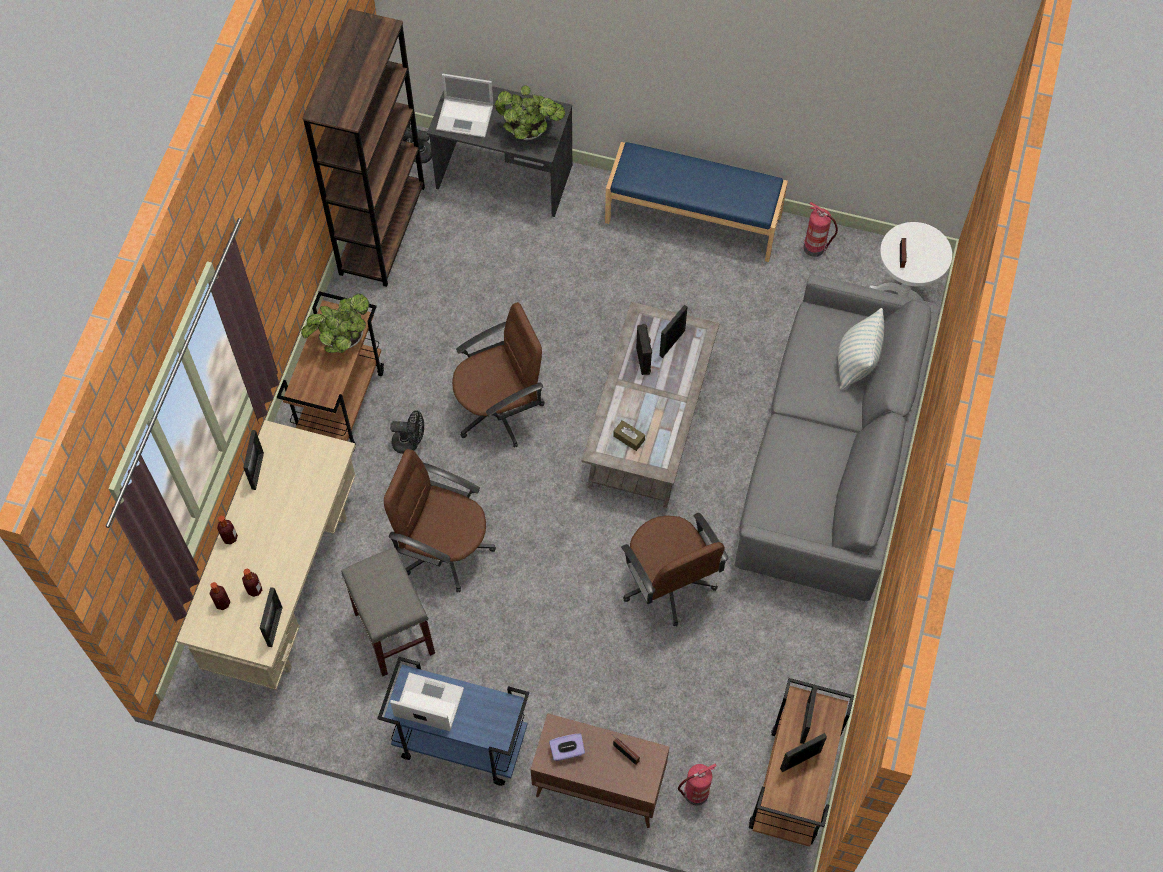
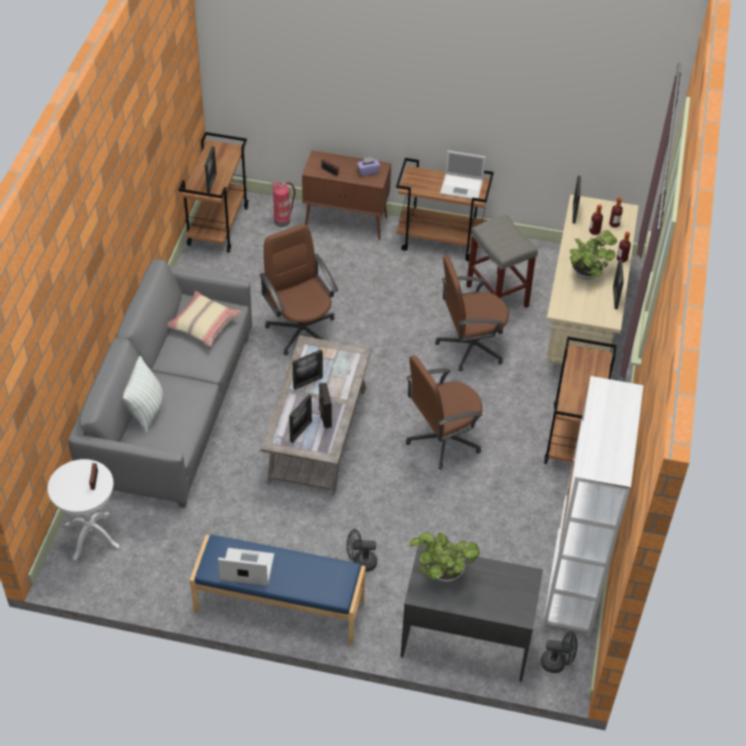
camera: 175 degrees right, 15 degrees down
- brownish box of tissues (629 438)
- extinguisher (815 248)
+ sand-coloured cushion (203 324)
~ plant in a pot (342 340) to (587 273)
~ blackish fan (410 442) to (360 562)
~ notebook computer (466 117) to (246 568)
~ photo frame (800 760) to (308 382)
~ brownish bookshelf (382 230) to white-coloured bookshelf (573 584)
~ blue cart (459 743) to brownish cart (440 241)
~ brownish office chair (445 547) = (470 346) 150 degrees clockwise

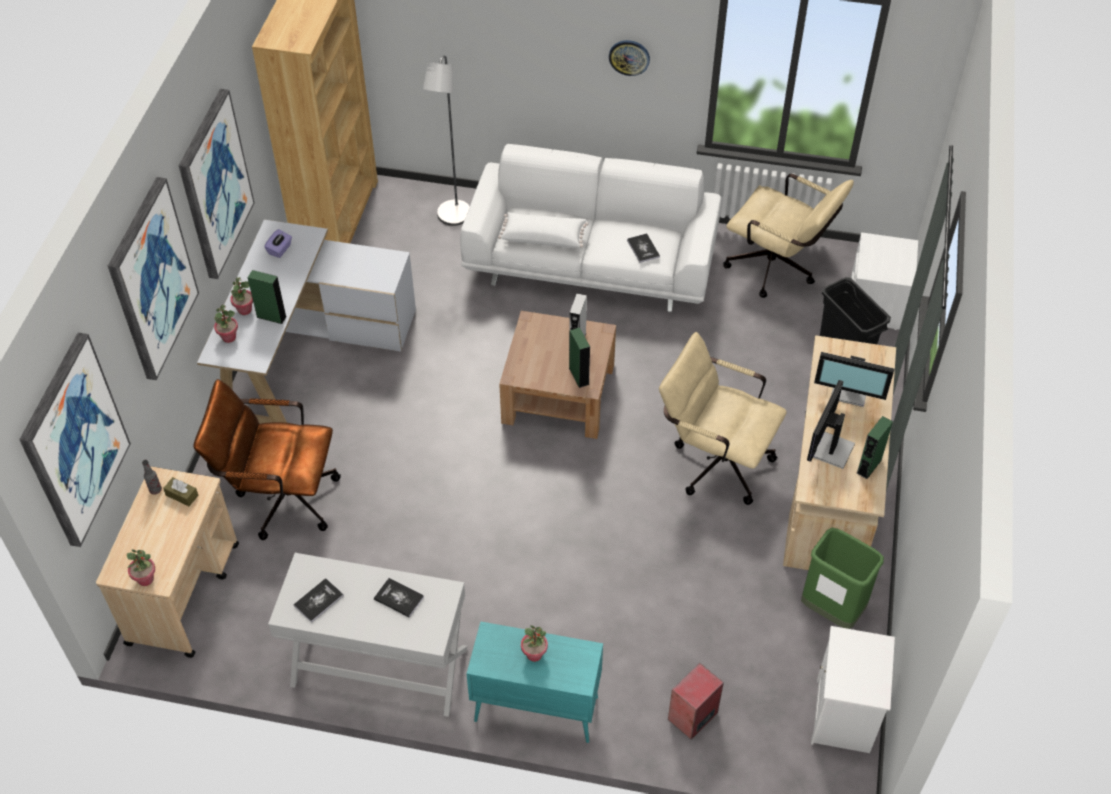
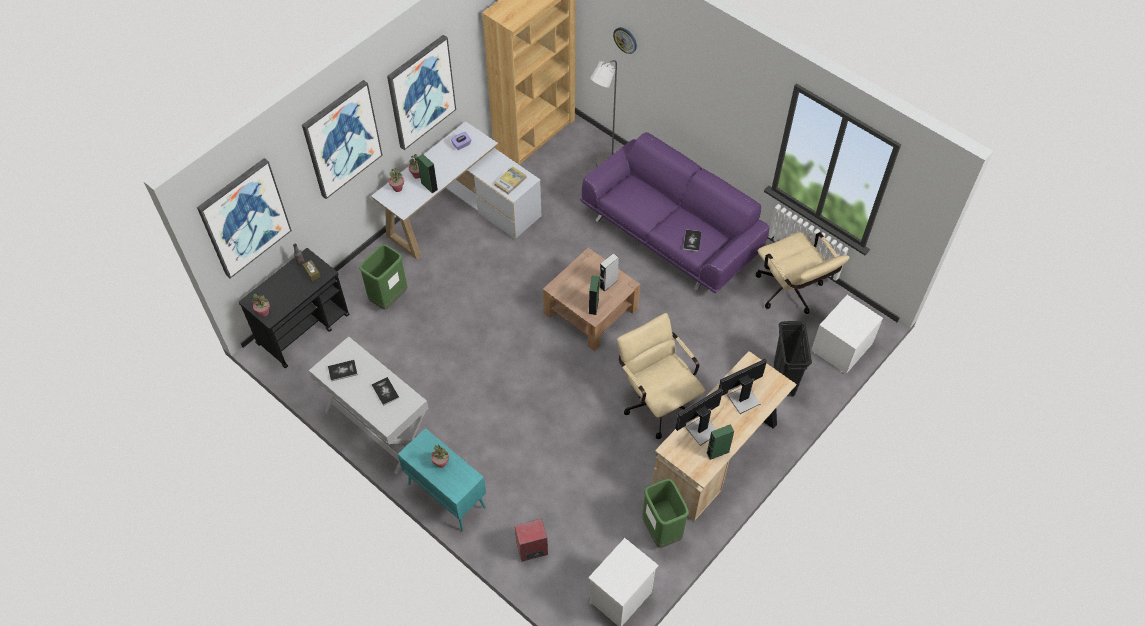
camera: 30 degrees right, 5 degrees up
- white-coloured cushion (543 237)
+ volume (510 181)
~ wall clock (629 57) to (625 40)
~ brownish office chair (280 498) to green trash can (389 298)
~ sand-coloured cart (184 593) to blackish cart (304 329)
~ white-coloured settee (592 262) to purplish settee (671 234)
~ computer display (850 392) = (742 399) 105 degrees clockwise

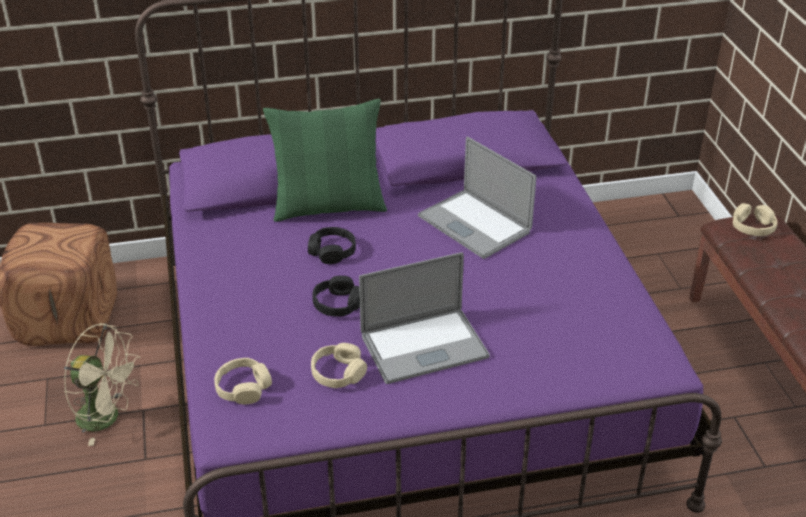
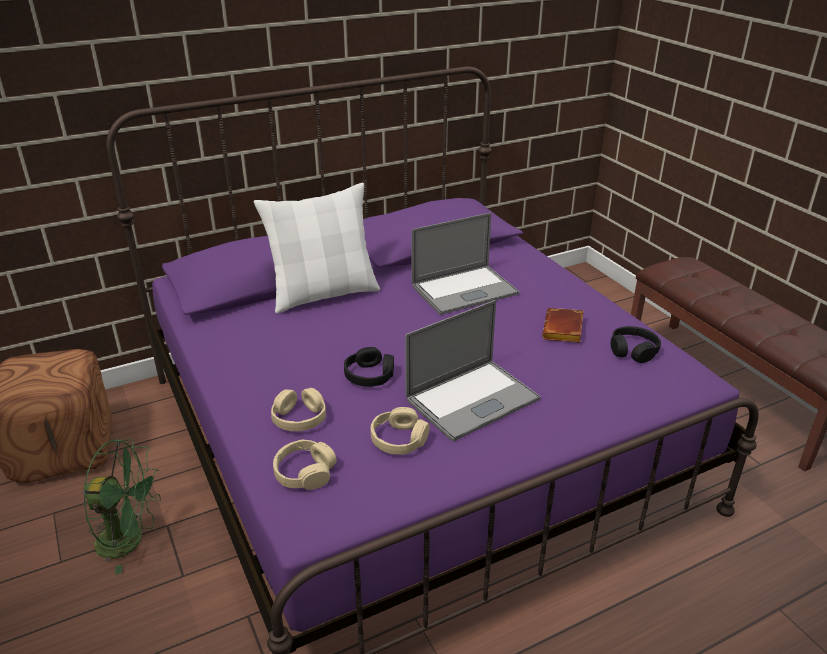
camera: 15 degrees left, 5 degrees down
+ brownish volume (564 330)
~ blackish headphones (332 251) to (633 350)
~ sand-coloured headphones (752 227) to (299 418)
~ sand-coloured fan (107 418) to green fan (130 541)
~ green cushion (328 207) to white-coloured cushion (323 294)
~ notebook computer (474 224) = (464 290) 60 degrees counterclockwise

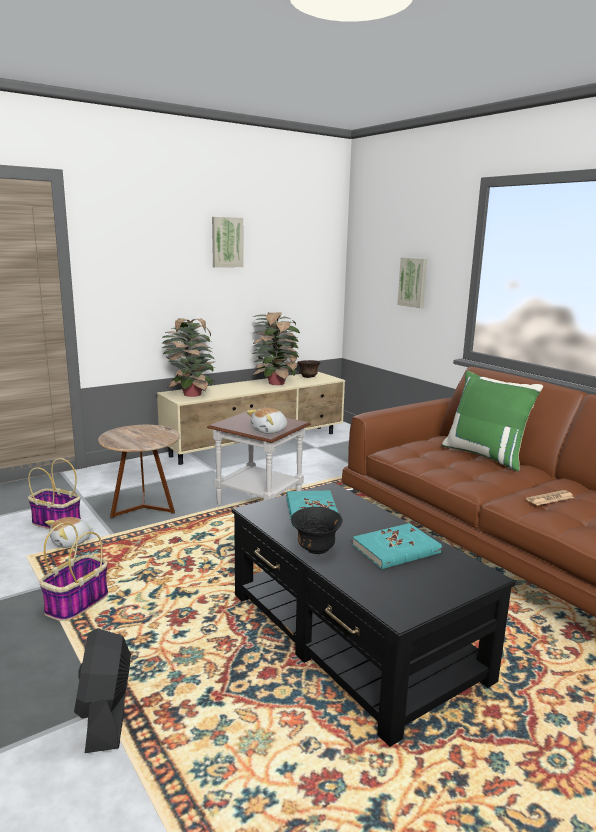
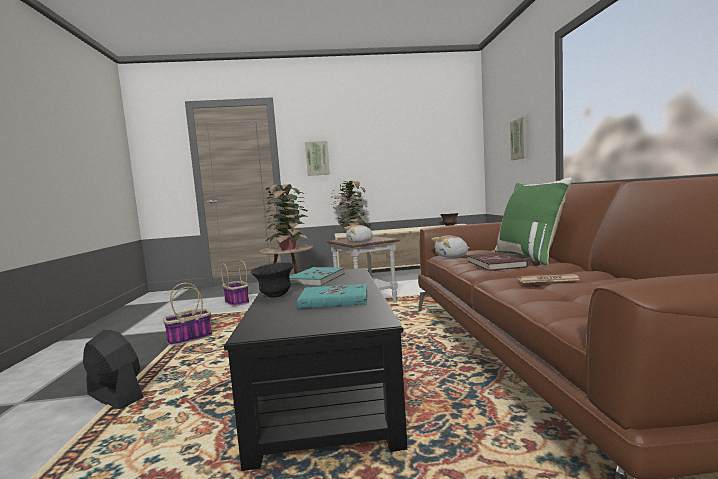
camera: 30 degrees right, 10 degrees down
+ reddish volume (496 264)
~ cuddly toy (71 542) to (452 256)
~ wall picture (226 242) to (317 158)
~ plant in a pot (276 383) to (288 248)
~ blackish fan (106 716) = (115 396) 105 degrees clockwise

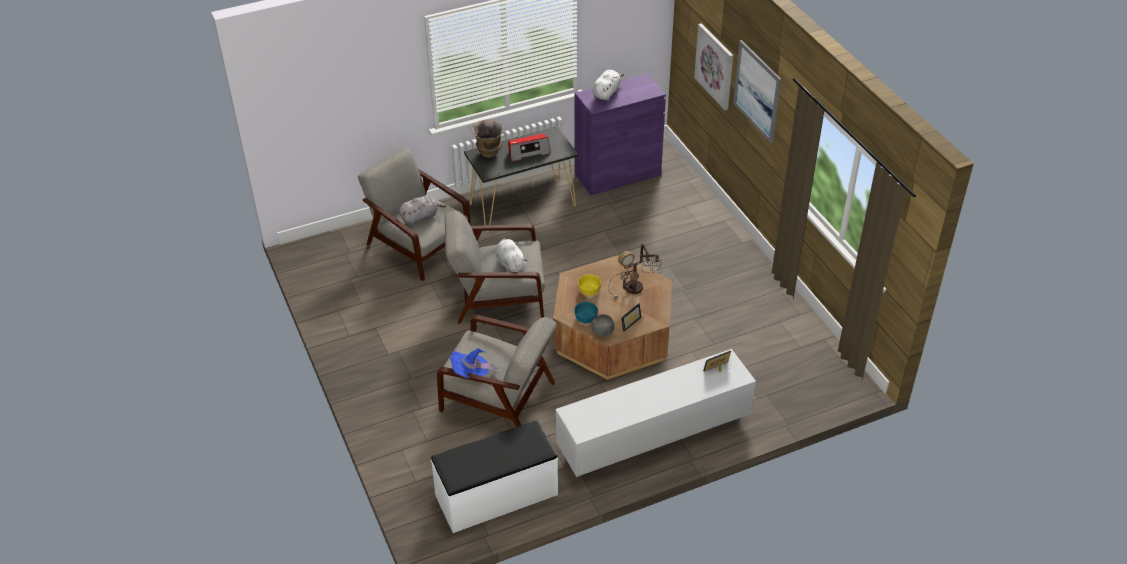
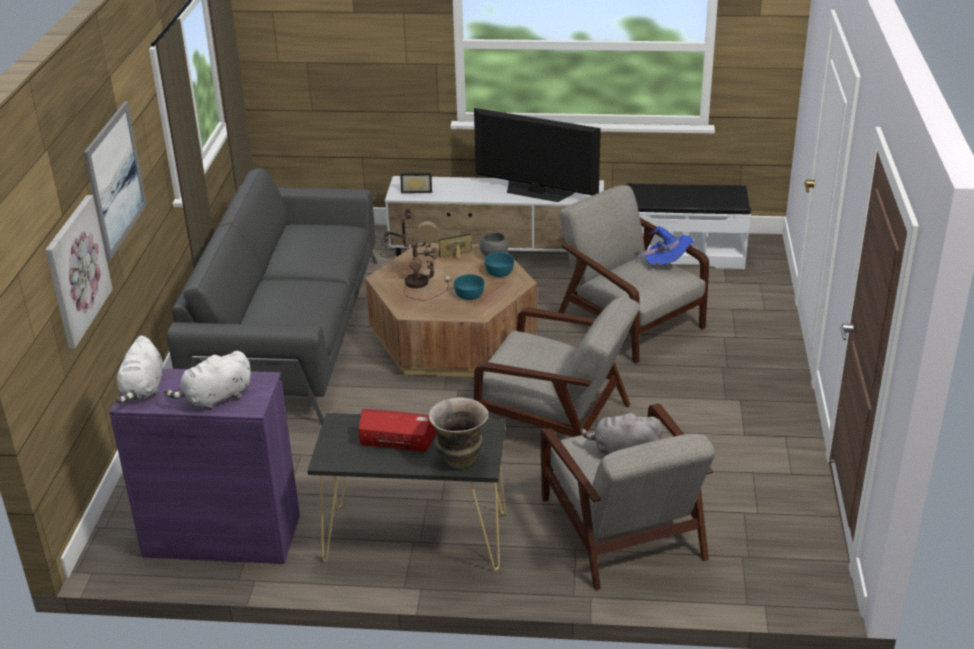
camera: 150 degrees left, 10 degrees down
+ grey settee (288 334)
+ TV set (537 192)
~ white-coloured cuddly toy (510 264) to (143 389)
~ yellowish bowl (589 290) to turquoise-coloured bowl (469 295)

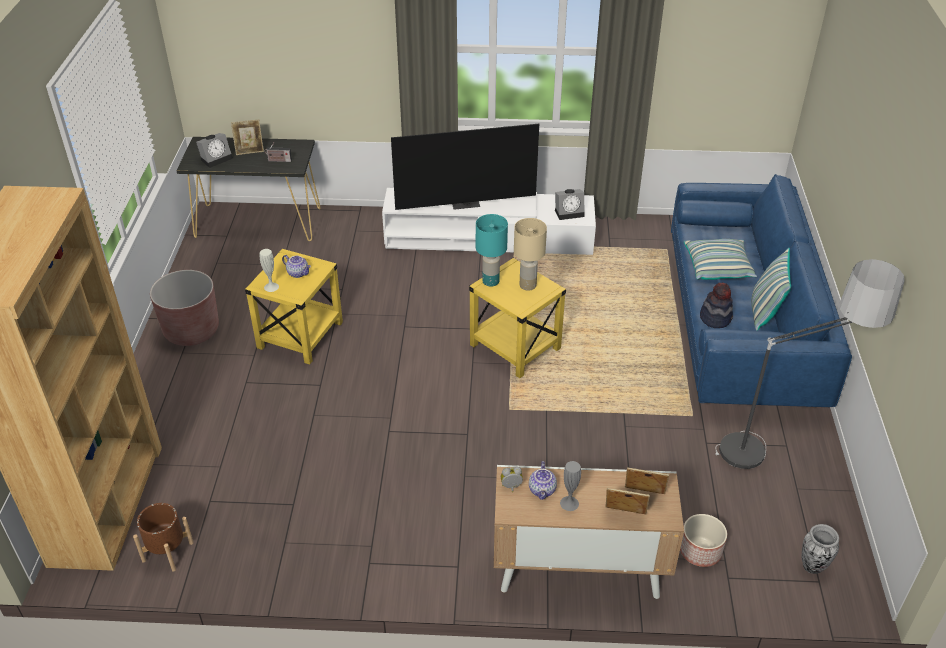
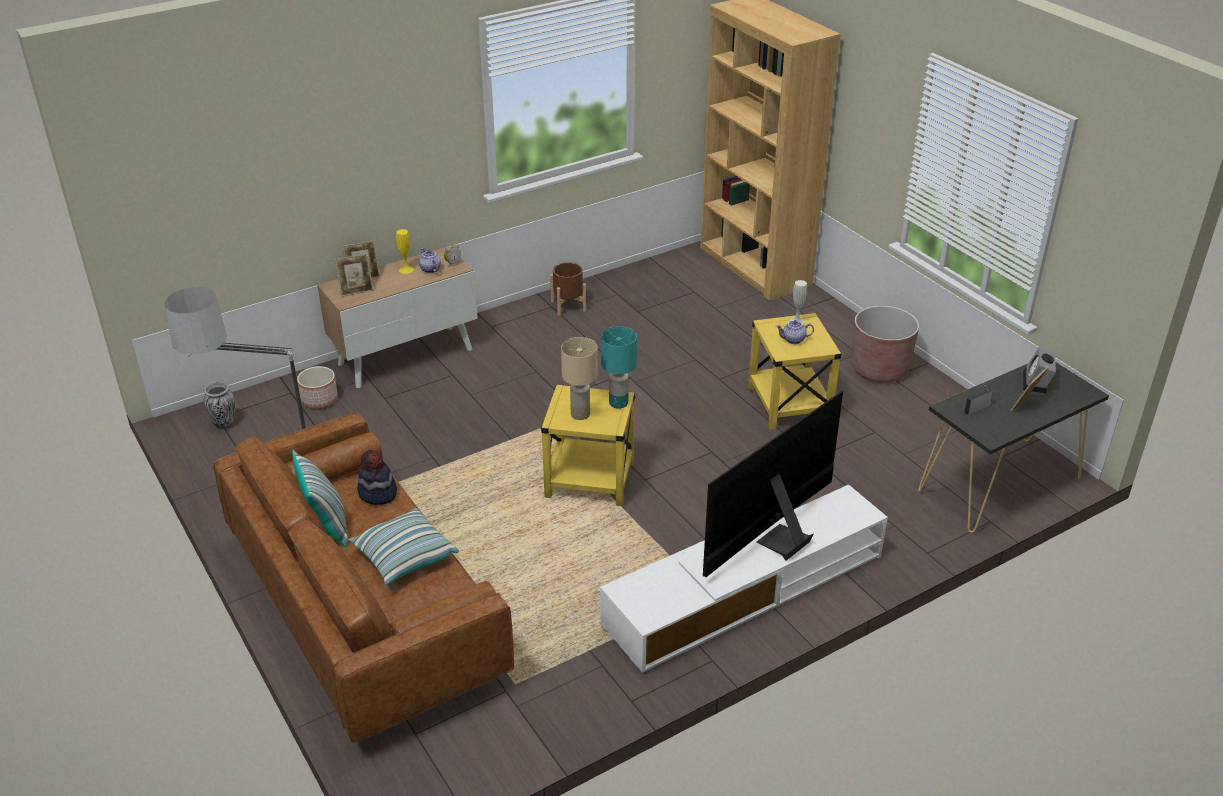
camera: 145 degrees right, 5 degrees down
- bedside clock (570 212)
~ brownish plant pot (168 552) to (568 306)
~ grey vase (569 503) to yellowish vase (406 270)
~ blue settee (740 327) to brownish settee (365 610)

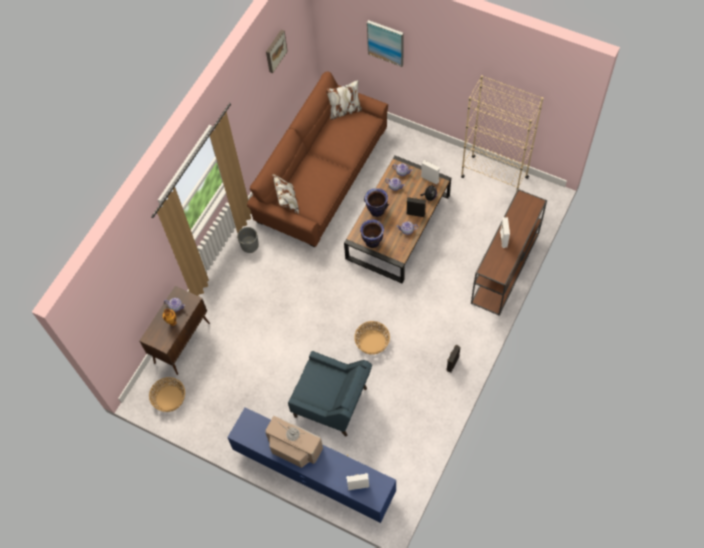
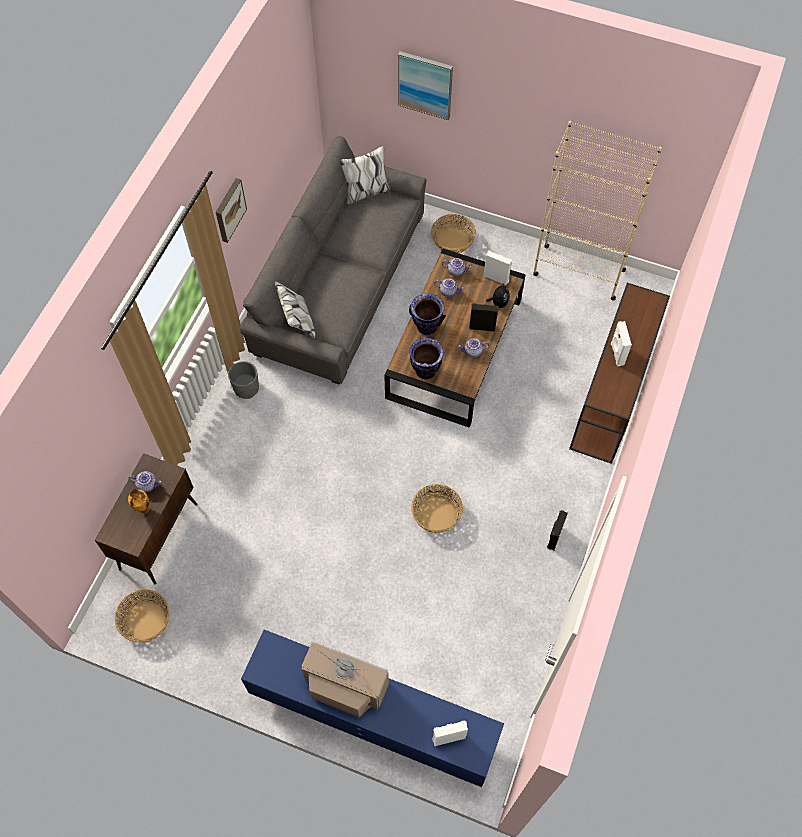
camera: 10 degrees left, 0 degrees up
- blue armchair (332 403)
+ basket (452 241)
~ wall picture (275 50) to (229 209)
~ brownish settee (322 175) to grey settee (340 283)

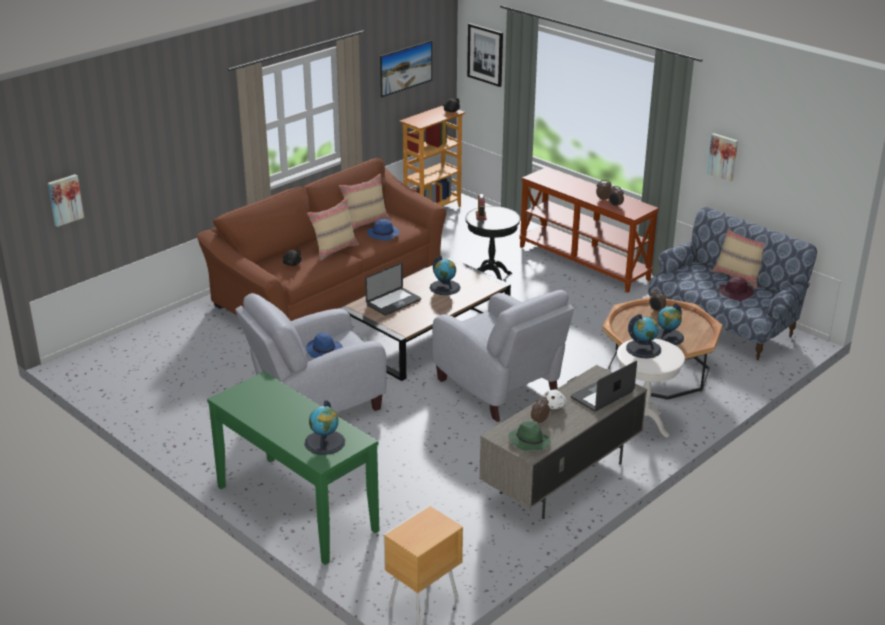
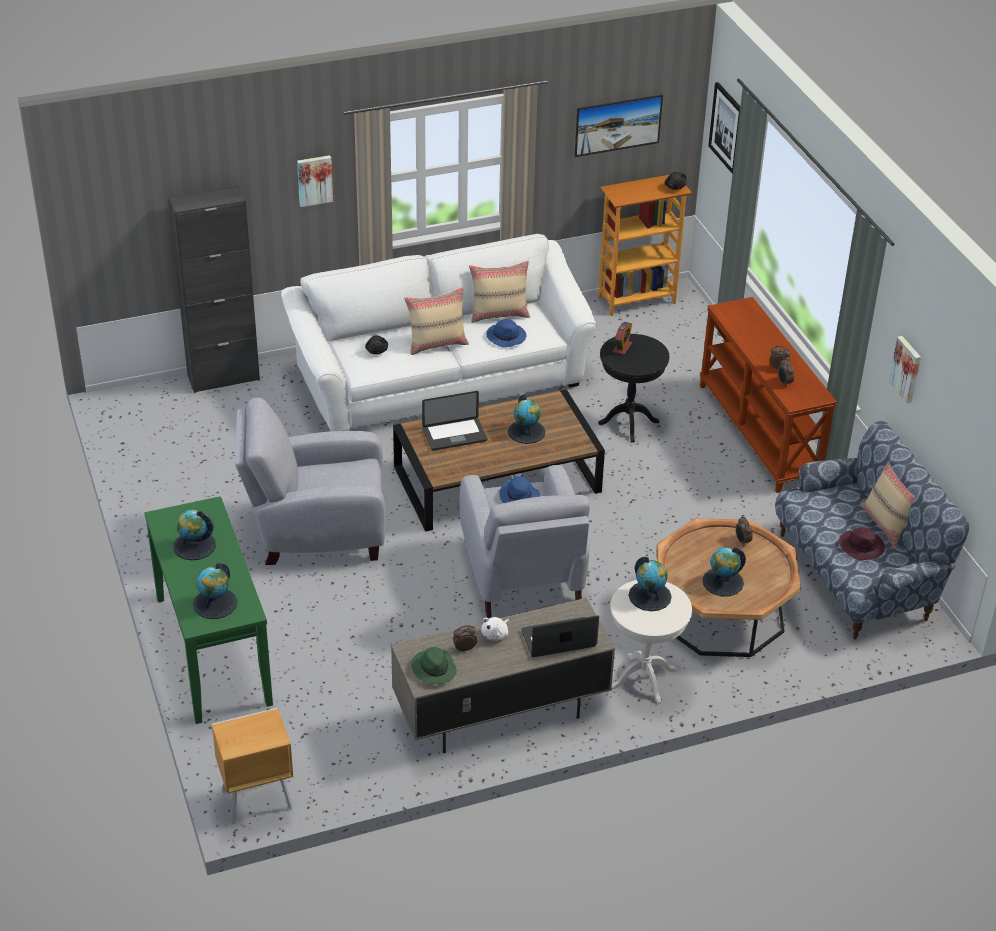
camera: 25 degrees right, 10 degrees up
+ blackish cabinet (223 378)
+ world globe (194 546)
~ wall picture (64 199) to (314 180)
~ blue clothing hat (324 351) to (519 497)
~ brownish settee (330 286) to white-coloured settee (440 378)

